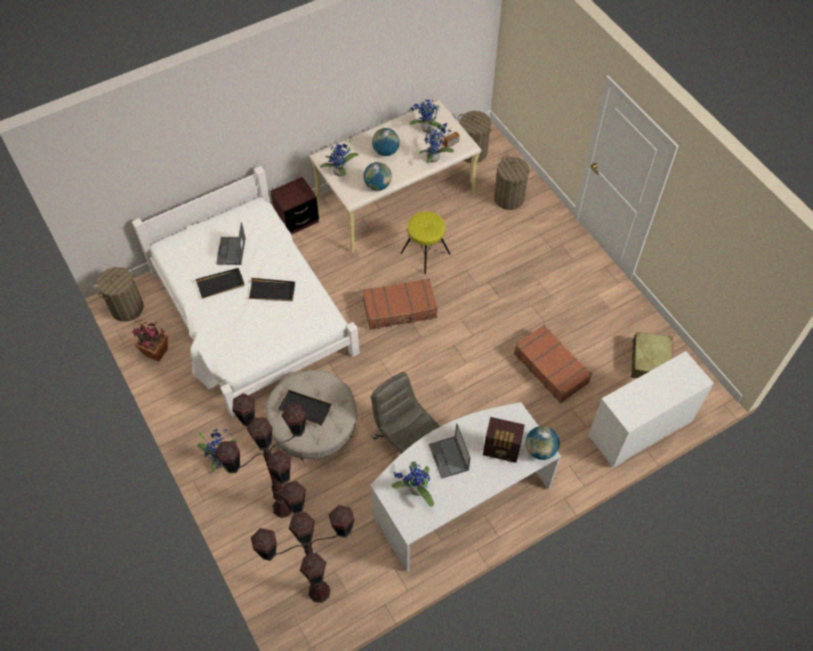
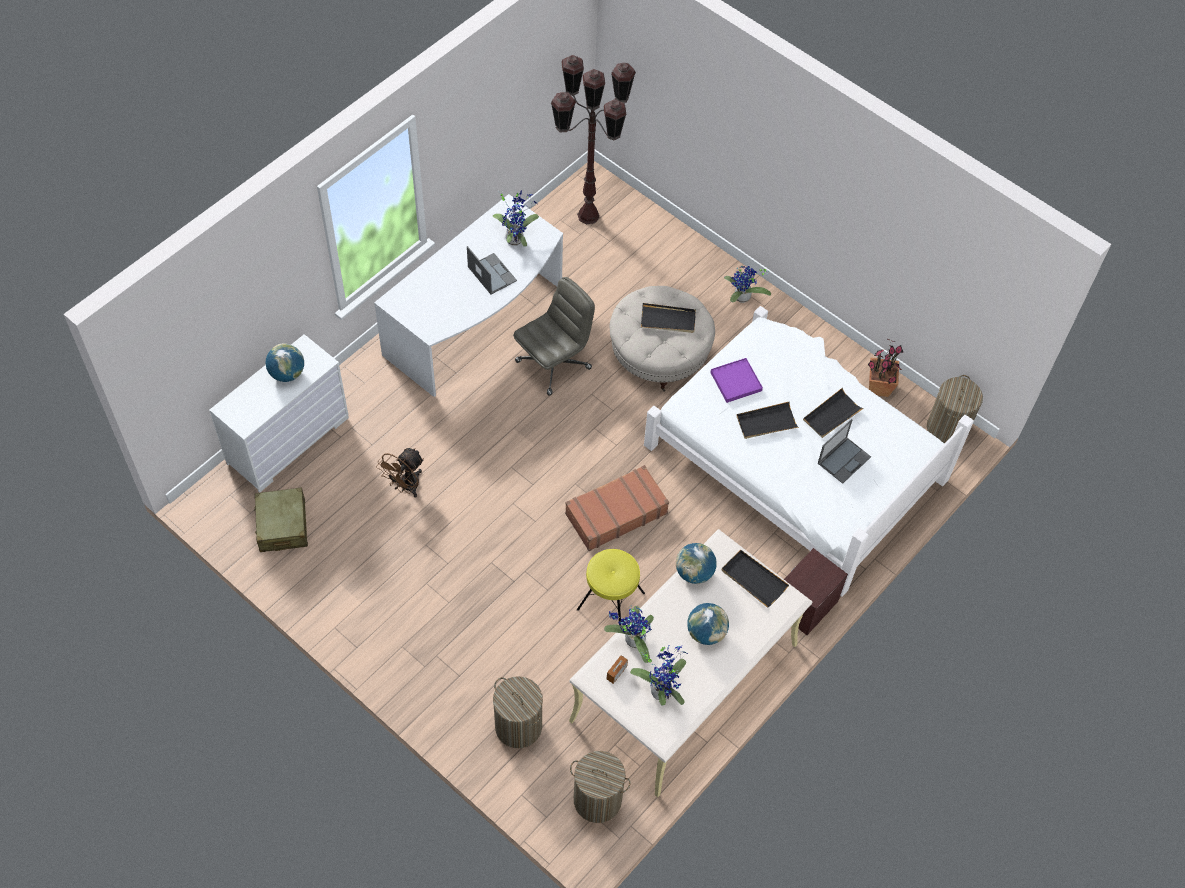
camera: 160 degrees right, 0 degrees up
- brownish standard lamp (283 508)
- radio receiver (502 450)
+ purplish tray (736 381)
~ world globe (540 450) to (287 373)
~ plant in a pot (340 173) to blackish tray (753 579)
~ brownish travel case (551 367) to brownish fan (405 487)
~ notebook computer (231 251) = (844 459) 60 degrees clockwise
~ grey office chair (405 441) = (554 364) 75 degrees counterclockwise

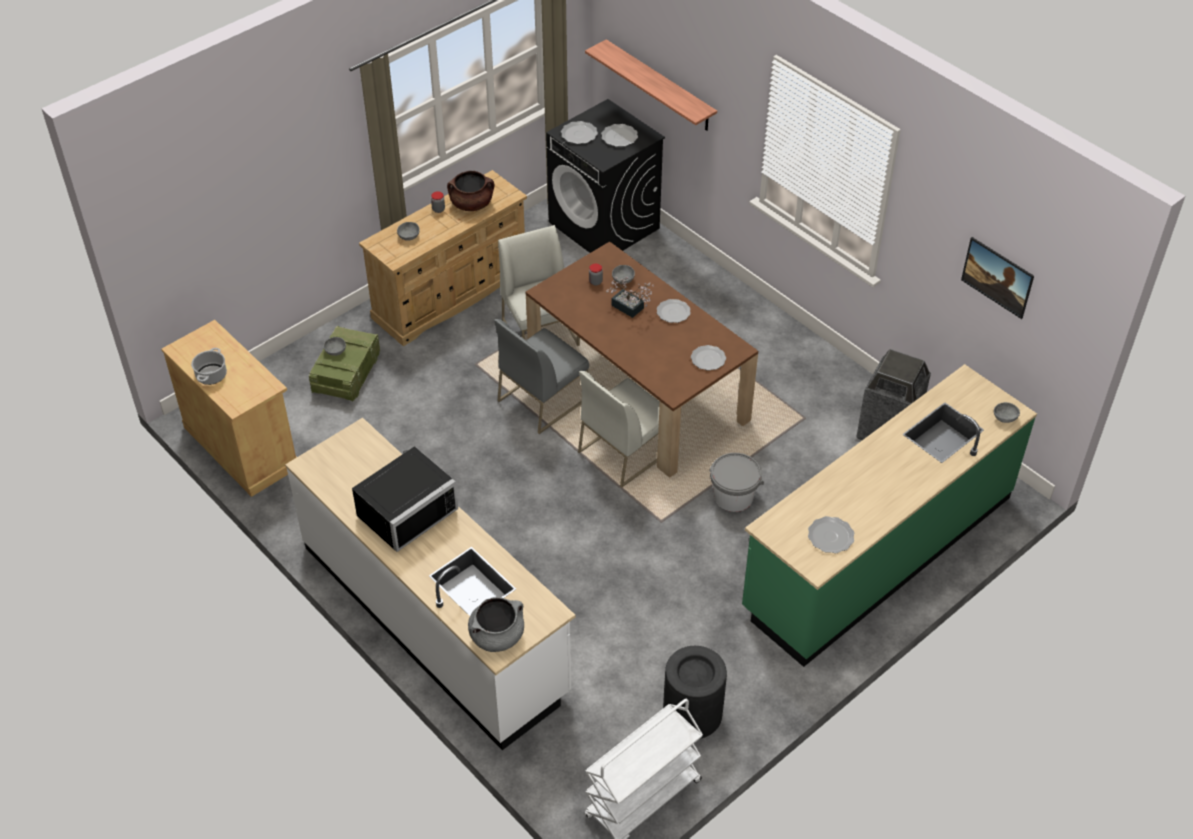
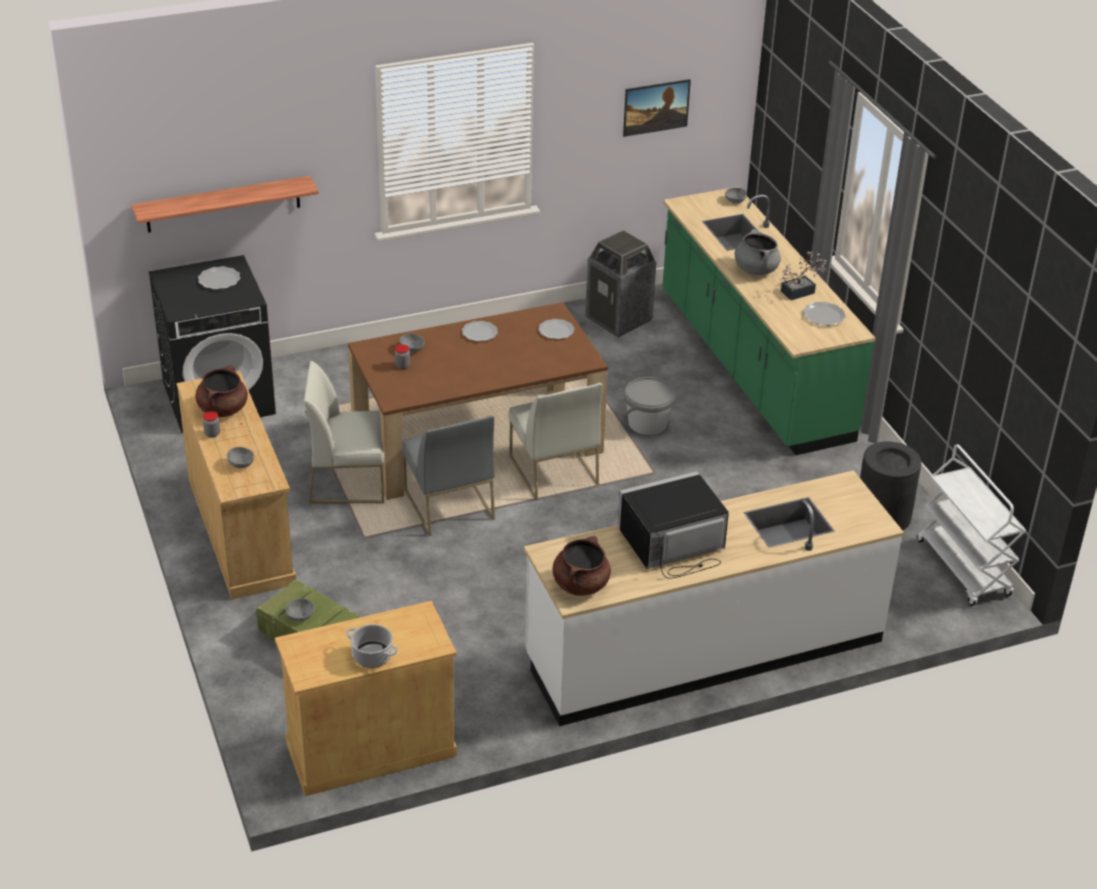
camera: 70 degrees left, 10 degrees down
- dinner plate (579 134)
+ brownish stockpot (580 584)
~ grey stockpot (497 636) to (755 269)
~ plant in a pot (630 308) to (801 291)
~ blackish kitchen microwave (403 510) = (673 545) 90 degrees counterclockwise

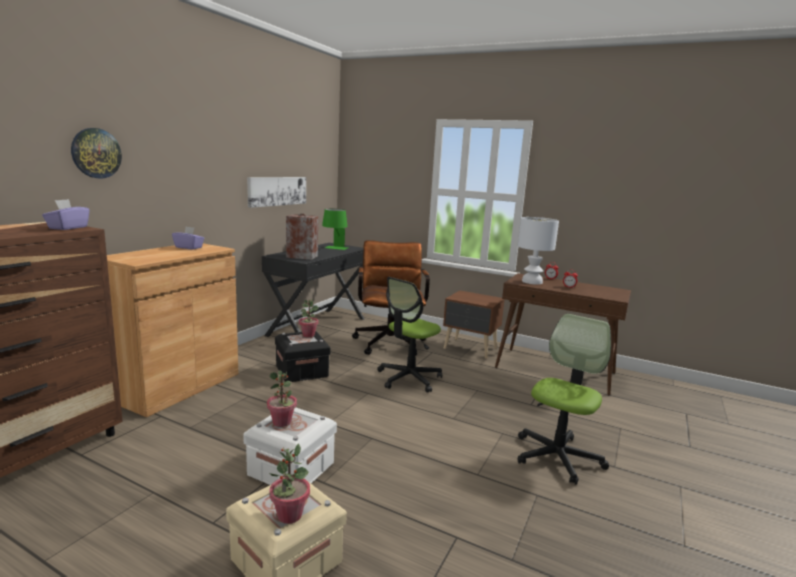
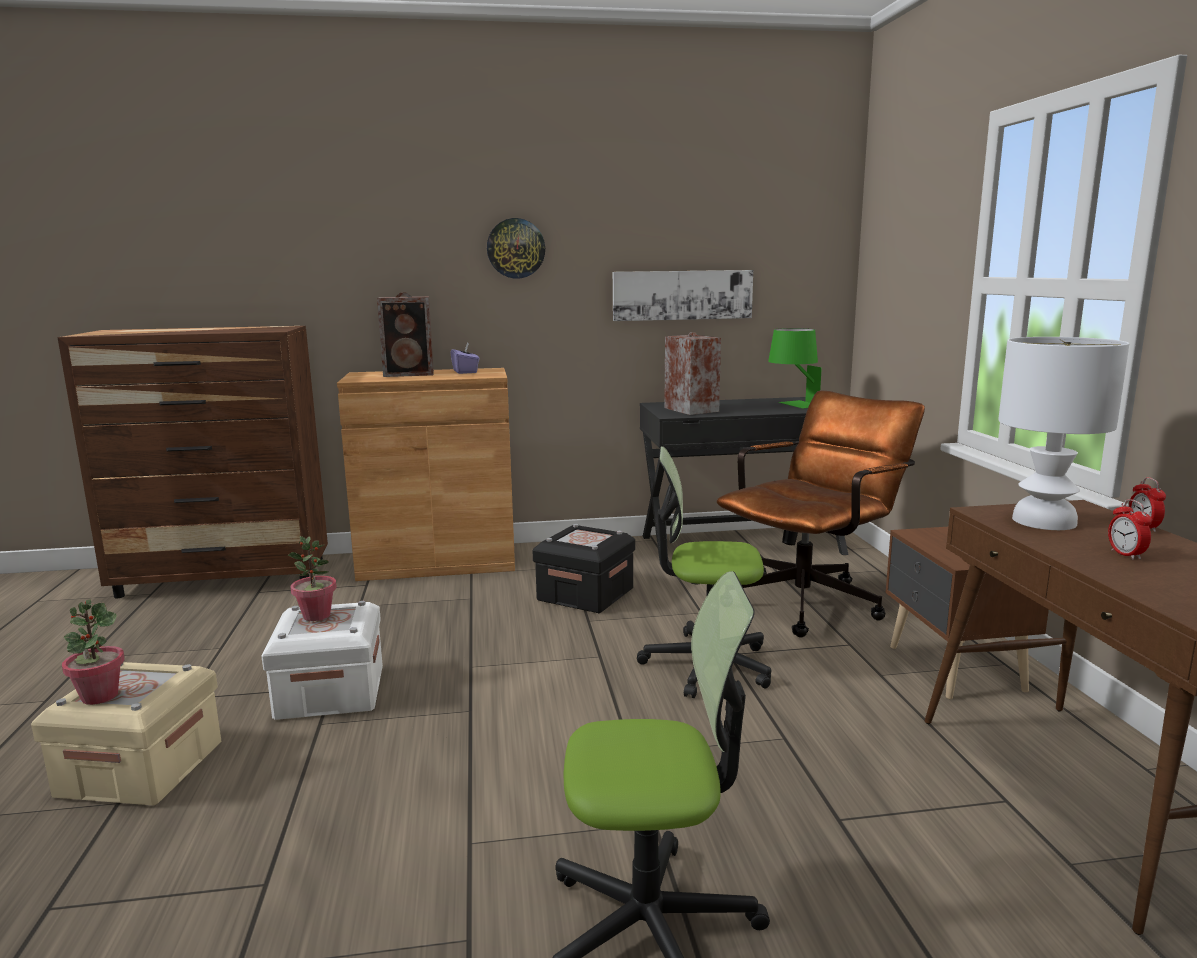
camera: 55 degrees right, 0 degrees up
- purplish box of tissues (67 228)
- plant in a pot (308 335)
+ loudspeaker (410 374)
~ wall clock (96 153) to (516 248)

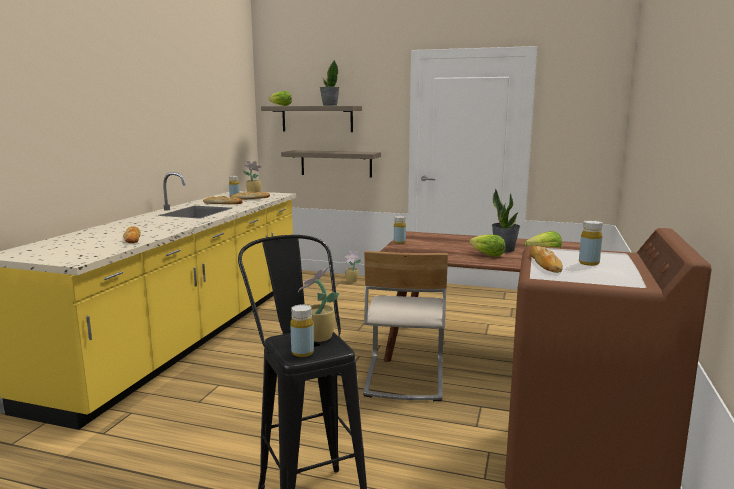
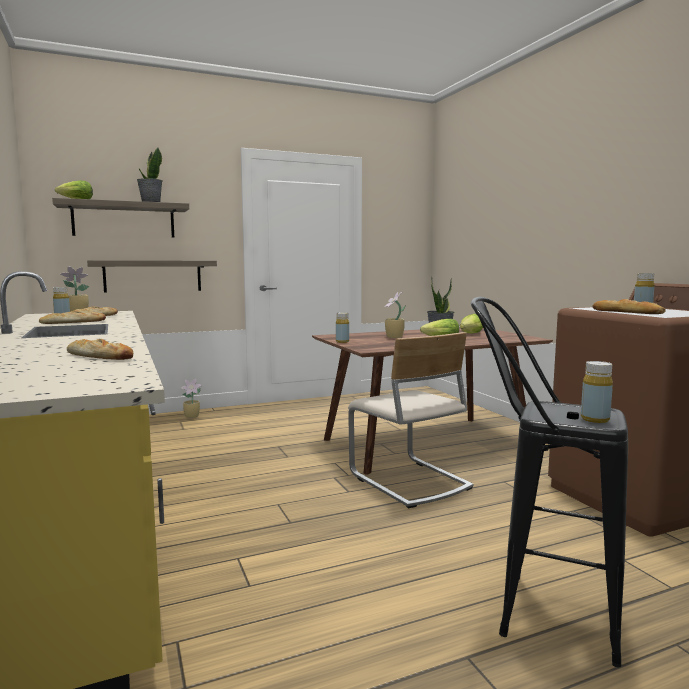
camera: 40 degrees left, 5 degrees down
~ plant in a pot (318 338) to (394 337)

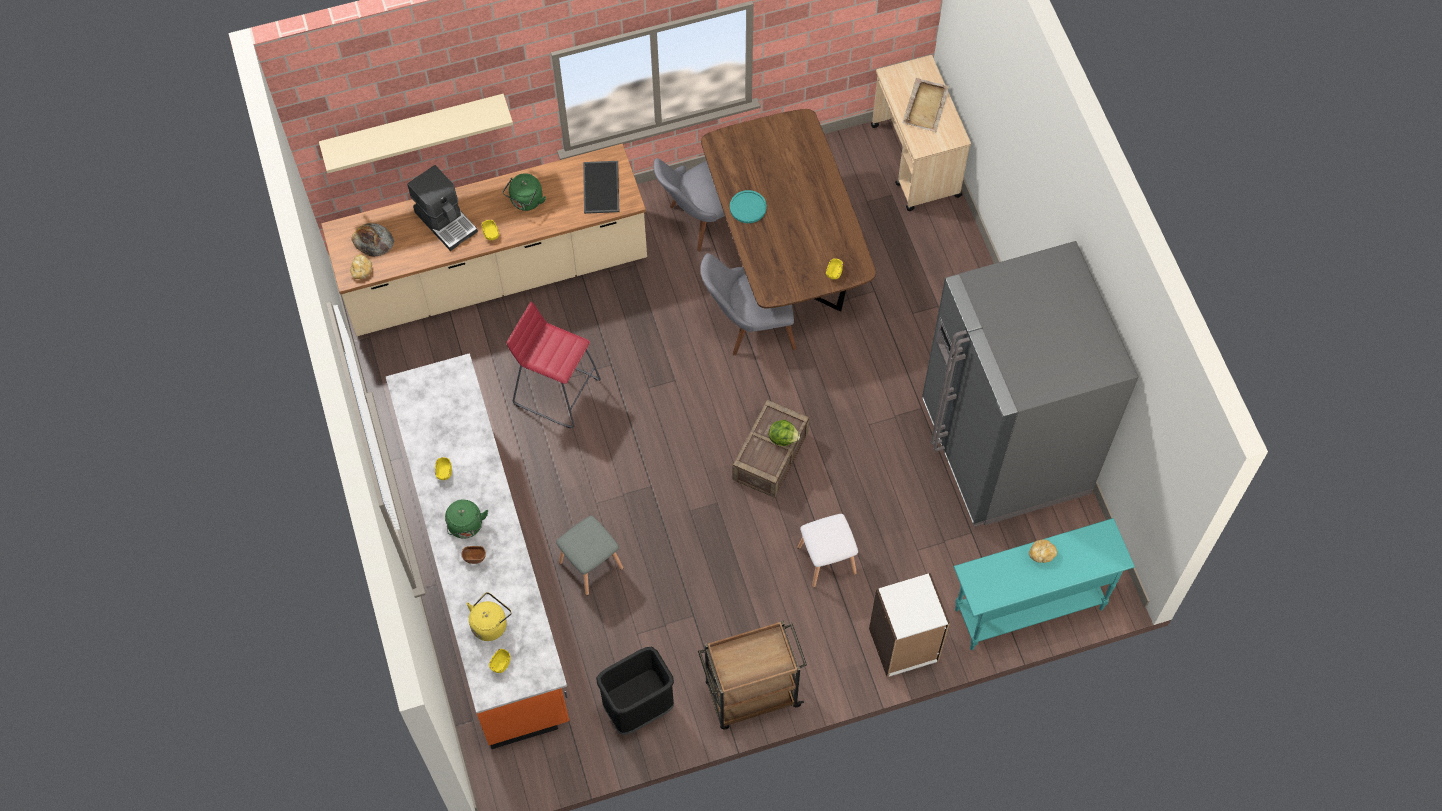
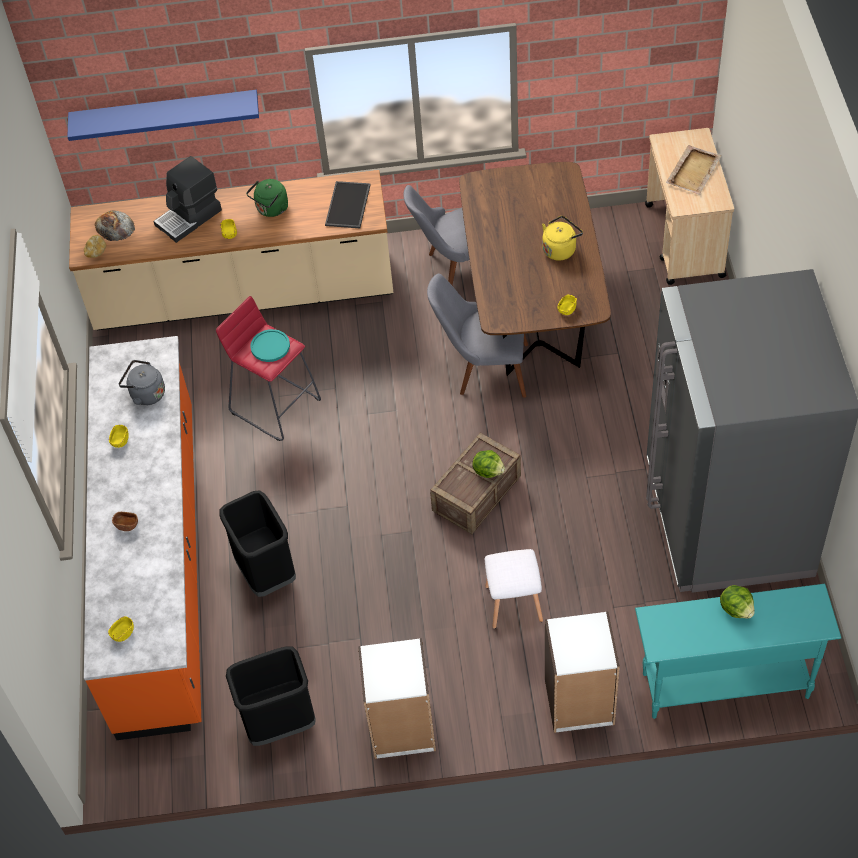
camera: 15 degrees right, 10 degrees down
- green tea kettle (466 527)
+ grey tea kettle (145 394)
~ yellowish tea kettle (490 623) to (560 249)
~ turquoise-coloured dinner plate (748 207) to (270 346)
~ grey stool (590 565) to blackish trash can (266 573)
~ brownish cart (751 695) to white-coloured bookshelf (402 728)
~ baked bread (1041 554) to lettuce head (736 609)
~ sand-coloured shelf (413 126) to blue shelf (165 113)
~ coffee maker (446 221) = (189 218) 75 degrees clockwise

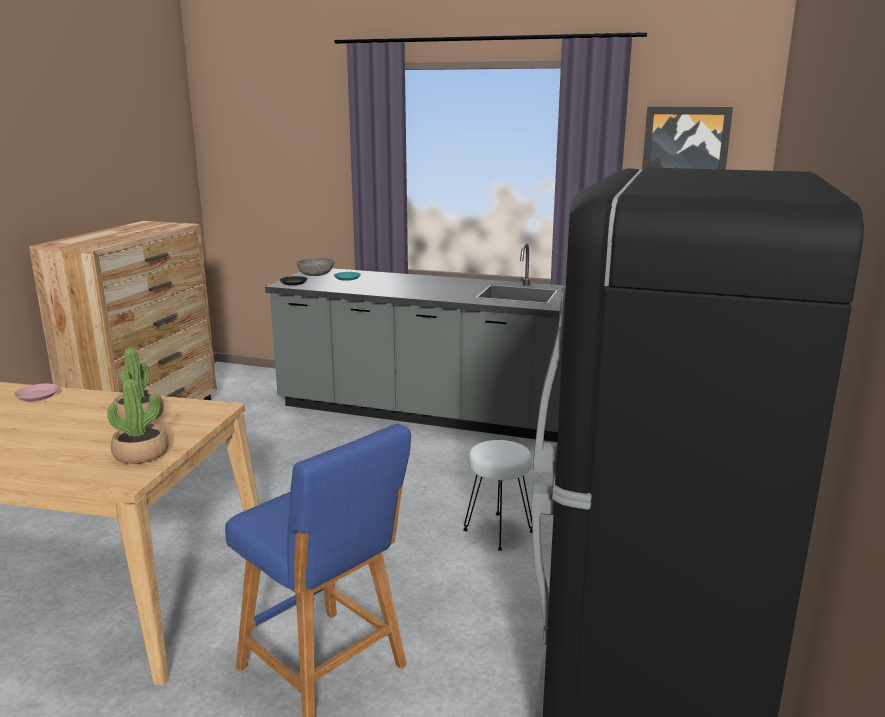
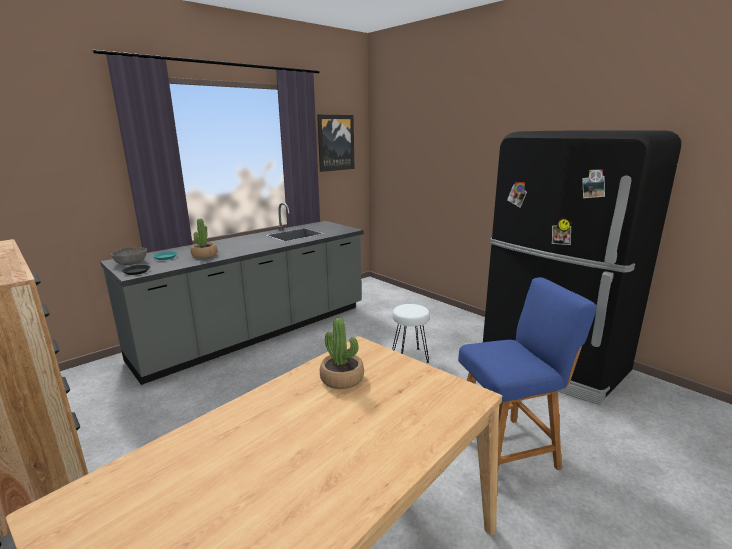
camera: 60 degrees left, 0 degrees up
- pink-coloured dinner plate (37 395)
~ plant in a pot (141 454) to (204 255)

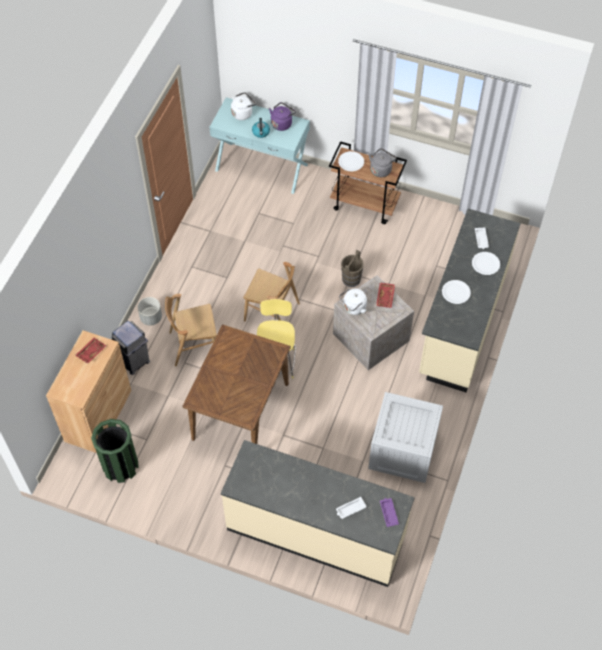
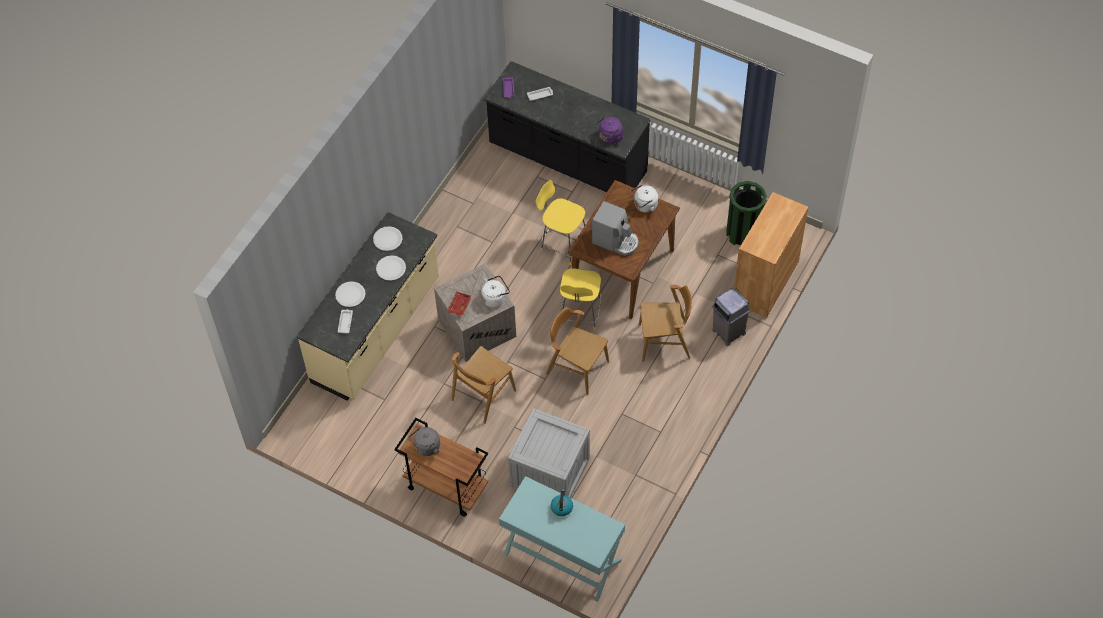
camera: 170 degrees left, 0 degrees up
- reddish tray (91 352)
- grey plant pot (151 317)
+ yellowish stool (563 244)
+ coffee maker (616 241)
~ white-coloured tea kettle (243 113) to (644 206)
~ purplish tea kettle (282 123) to (609 137)
~ white-coloured dinner plate (351 162) to (387 239)
~ shipping crate (403 450) to (550 472)
~ brownish water bucket (351 279) to brownish plain chair (483 395)
~ sand-coloured counter (316 532) to blackish counter (567 160)

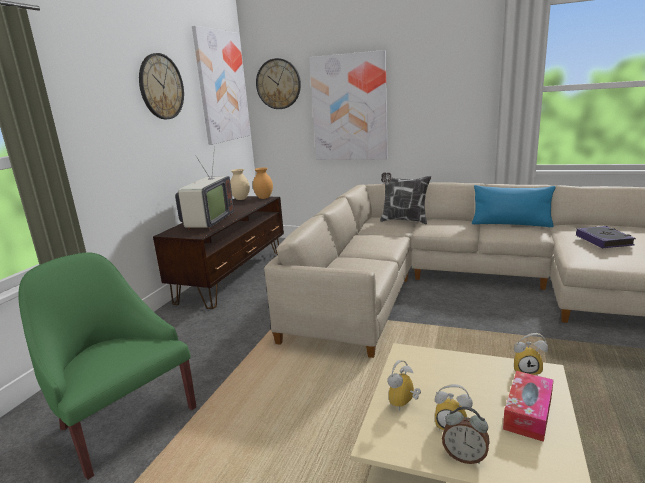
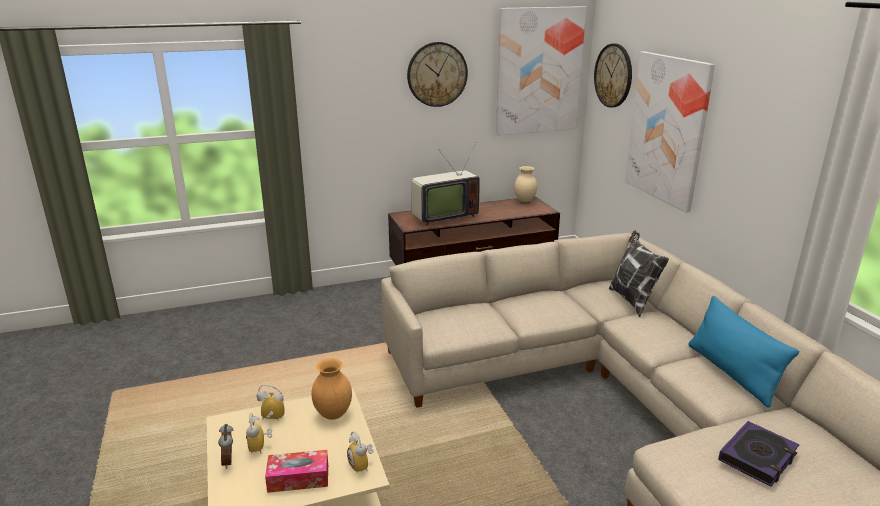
camera: 50 degrees right, 5 degrees up
- green armchair (122 420)
~ brownish vase (263 198) to (333 414)

